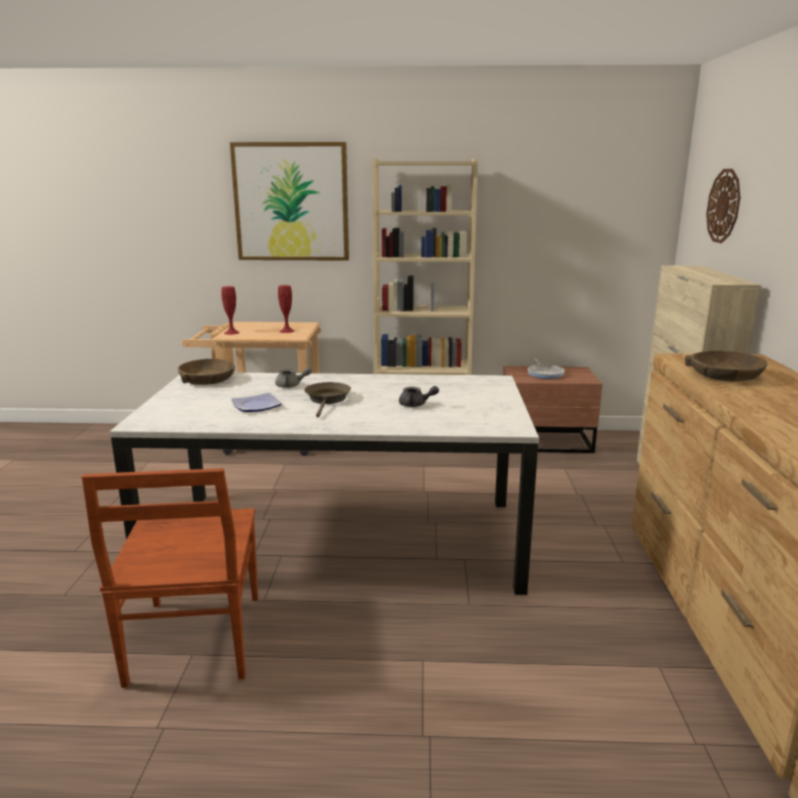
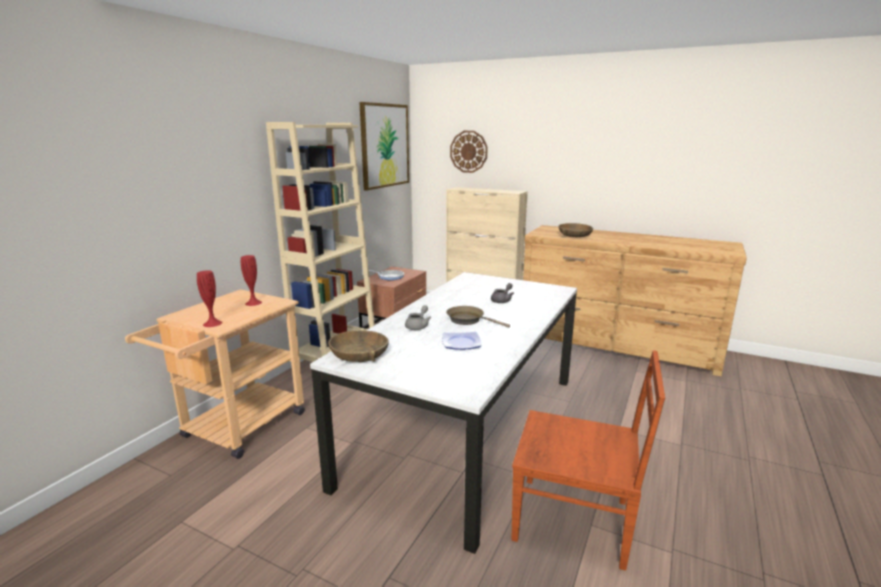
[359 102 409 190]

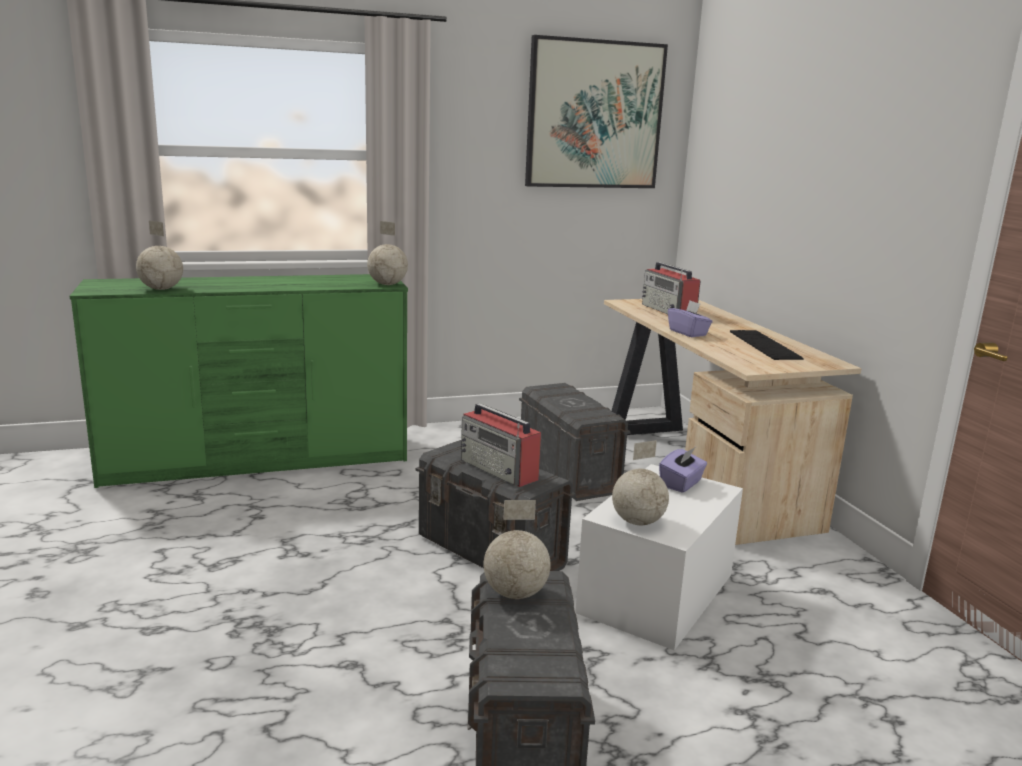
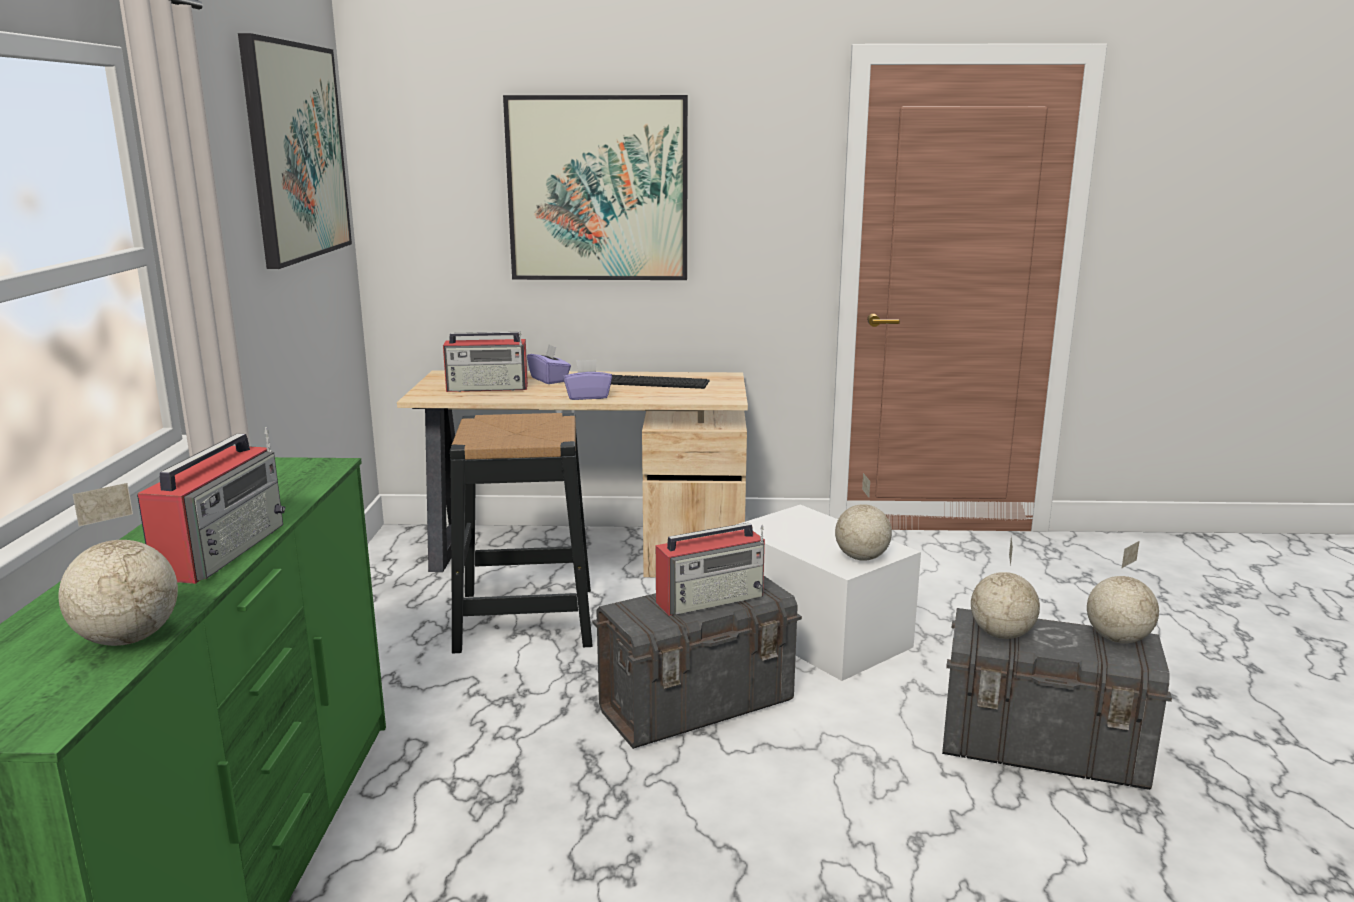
[137 427 286 584]
[503 95 688 280]
[1087 541 1159 643]
[527 345 571 384]
[450 413 592 653]

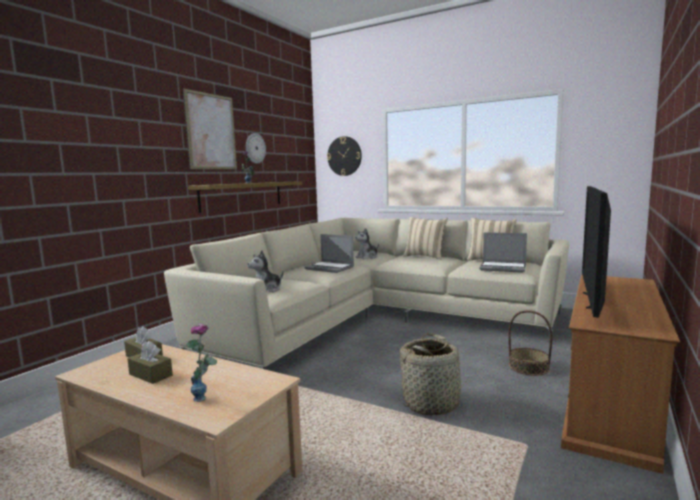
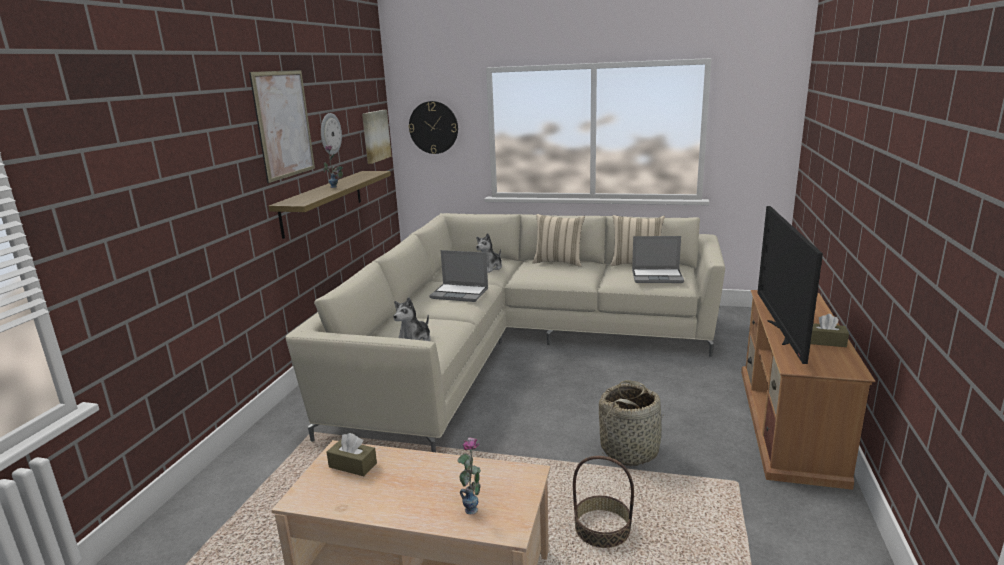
[362 110 392 164]
[810 314 849 347]
[573 456 634 548]

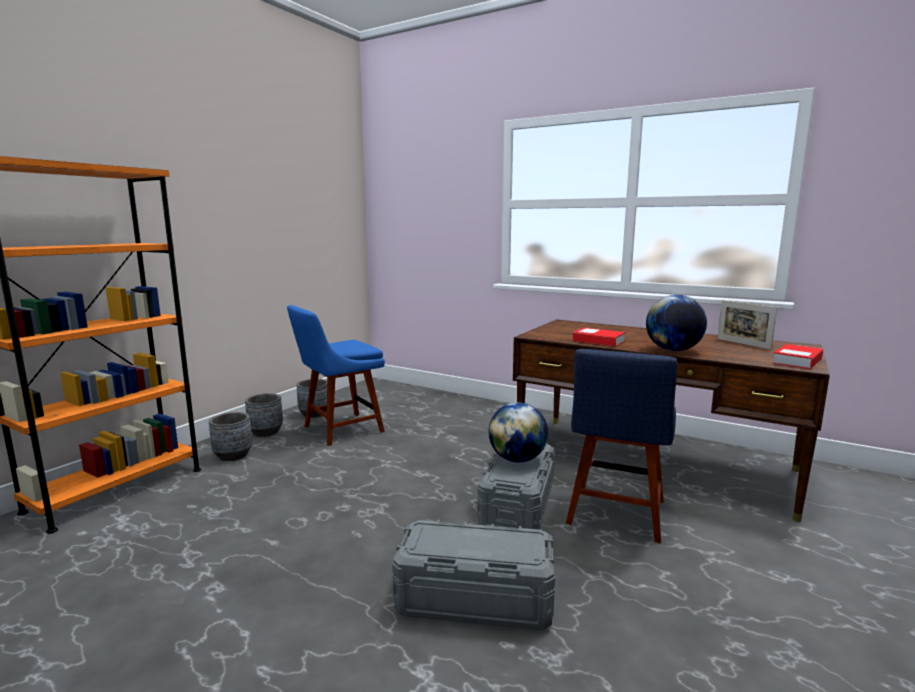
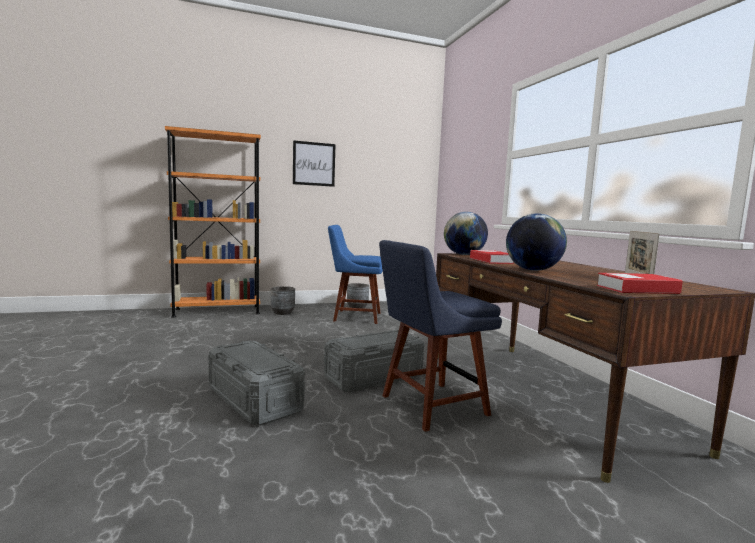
[245 393 283 437] (first image)
[293 140 335 187]
[444 212 488 255]

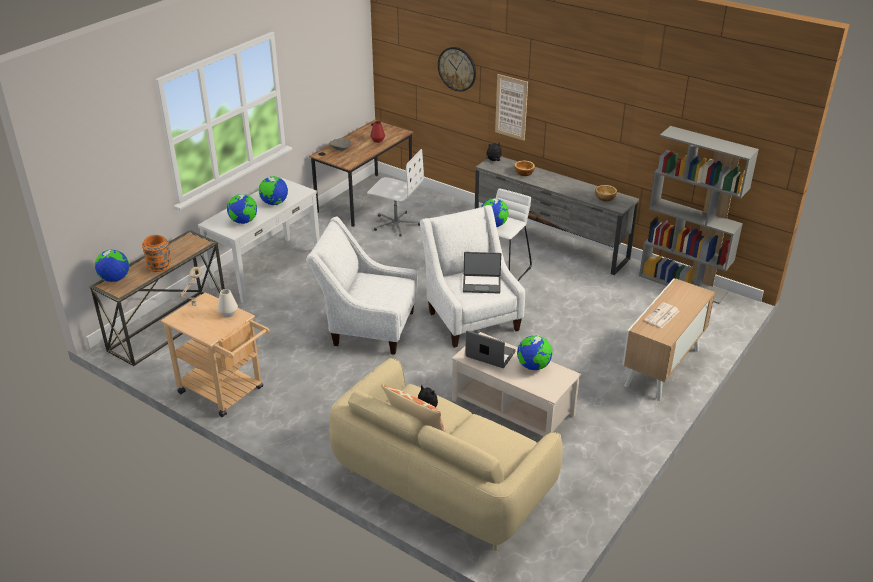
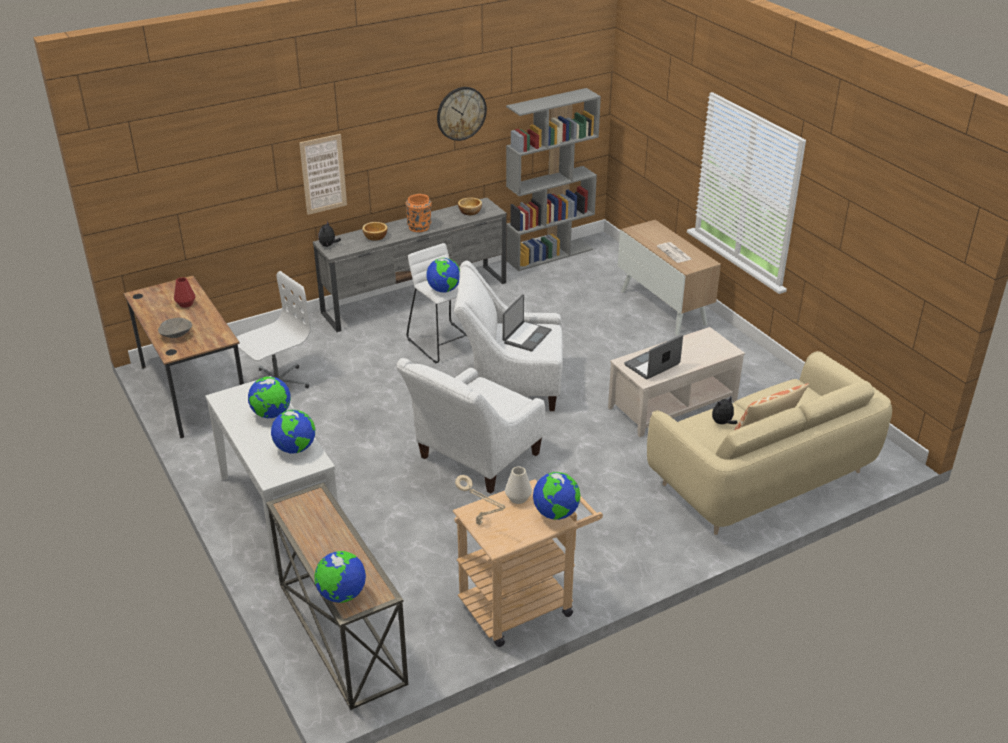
[405 194 432 232]
[437 87 487 141]
[533 472 580 520]

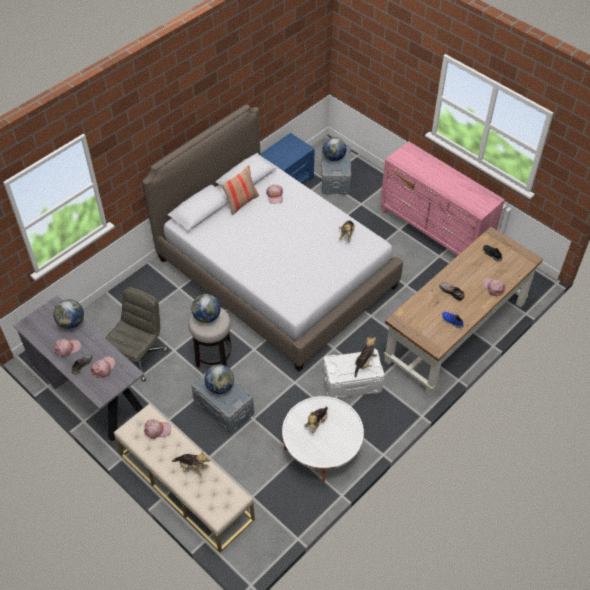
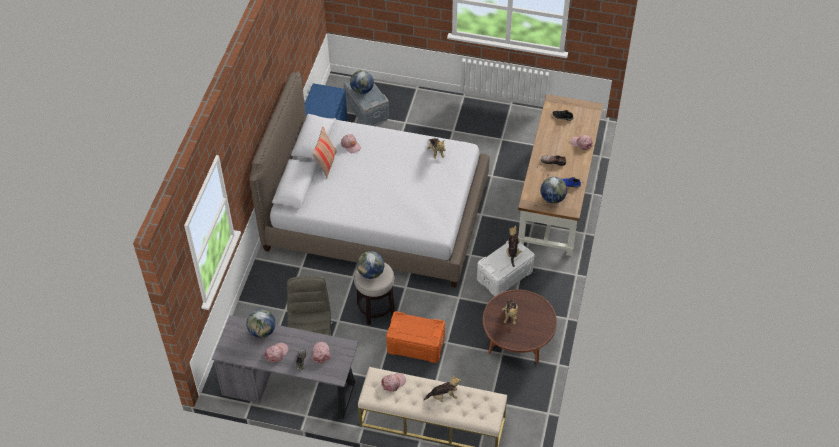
[380 141 505 255] (first image)
[540 177 567 204]
[386 311 445 363]
[483 290 557 363]

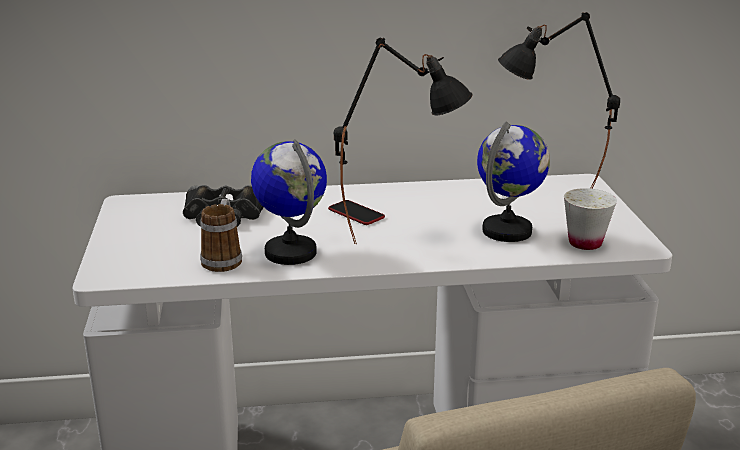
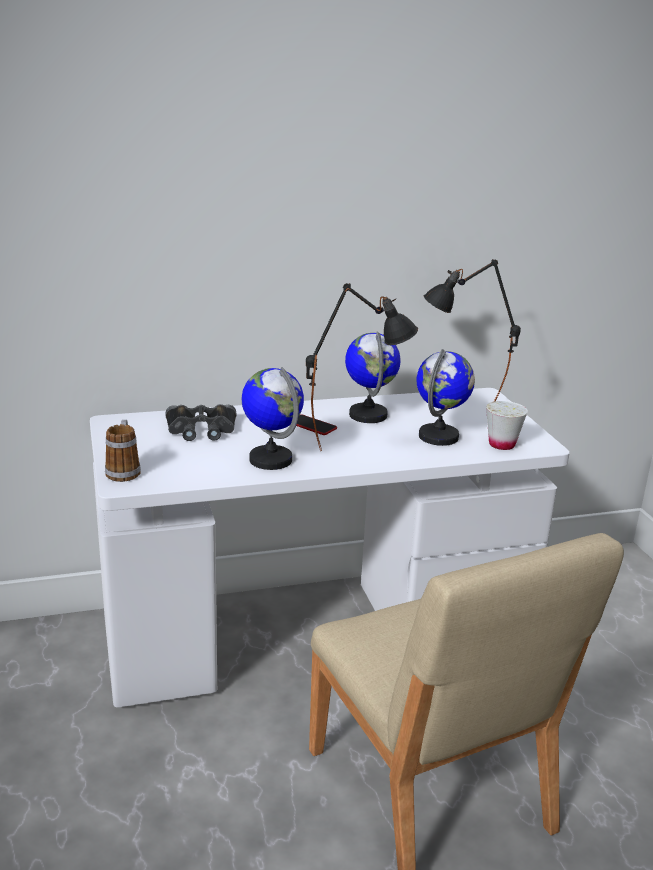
[345 331 401 423]
[105 420 141 482]

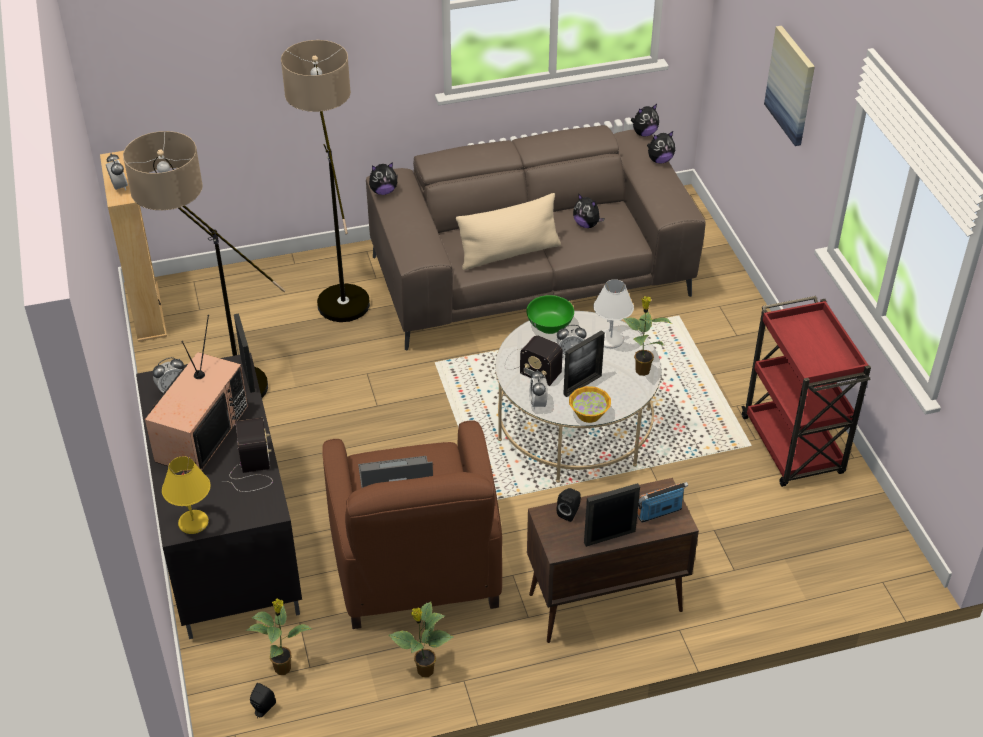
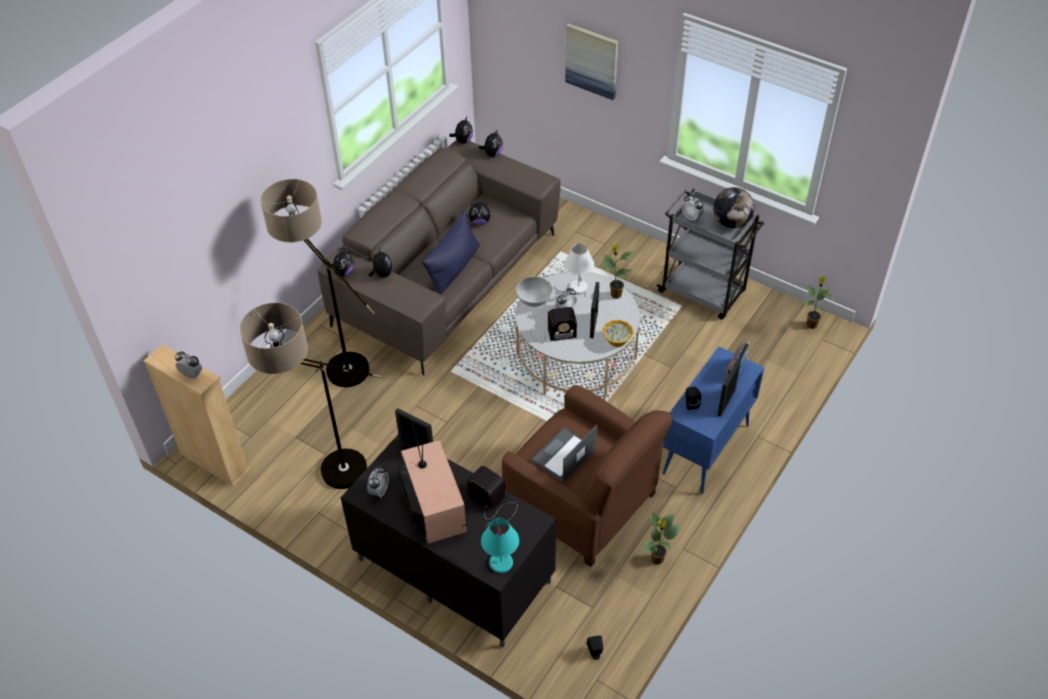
[369 247 393 277]
[713 187 754 228]
[806 276 834 329]
[682 194 704 222]
[481 518 519 573]
[422 211 480 295]
[516 277 552 307]
[663 346 764 494]
[656 188 764 319]

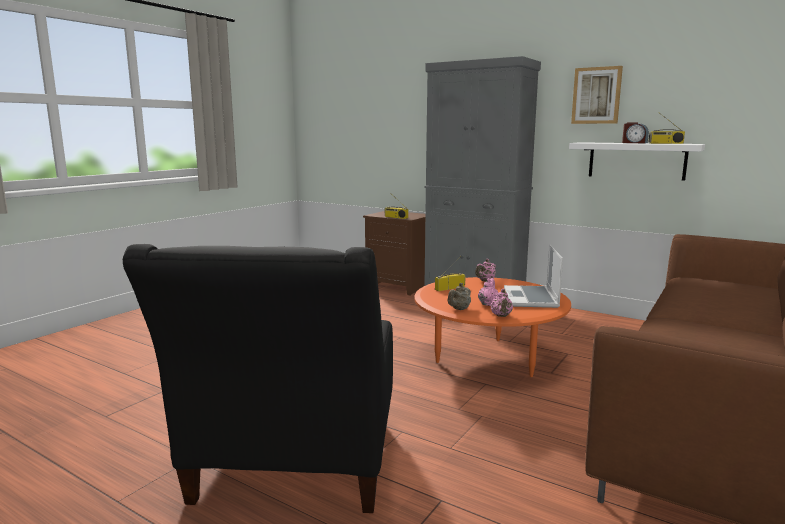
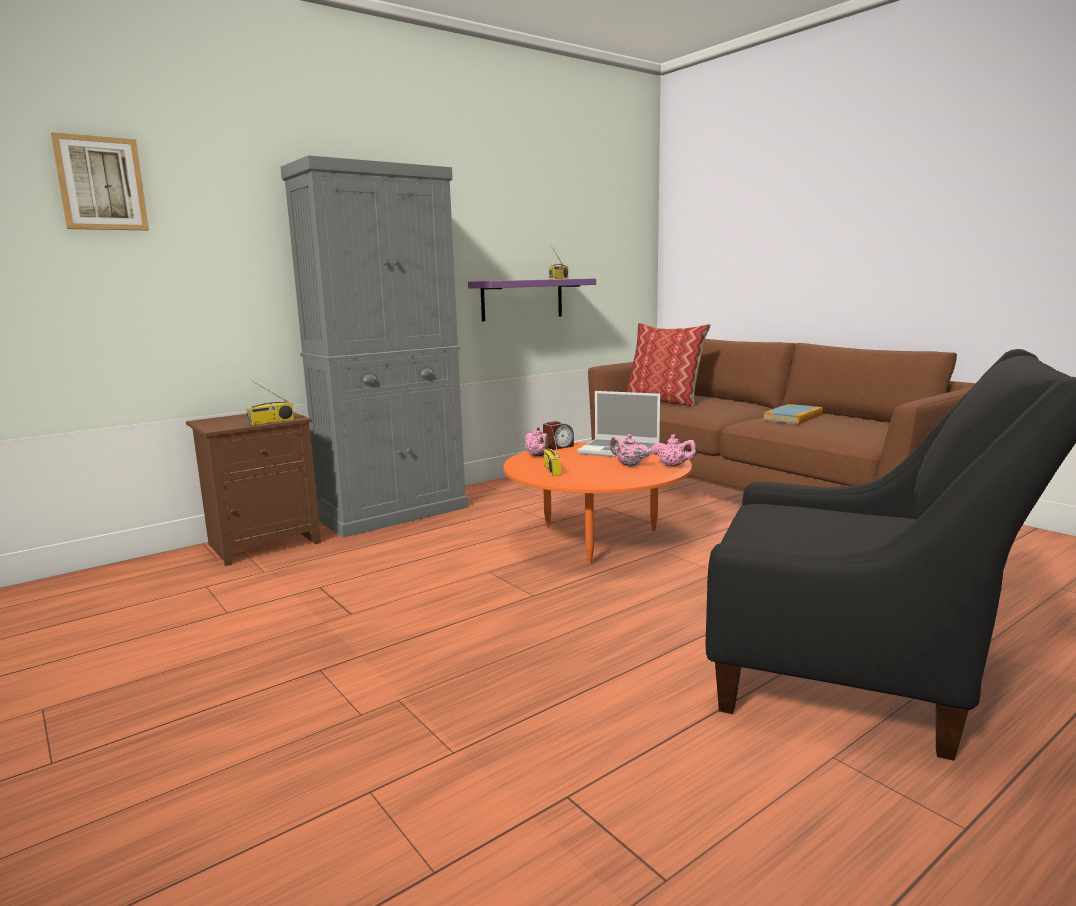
[448 283 471 310] (first image)
[626 323 711 407]
[763 404 823 424]
[51 132 149 230]
[543 421 574 450]
[468 278 596 321]

